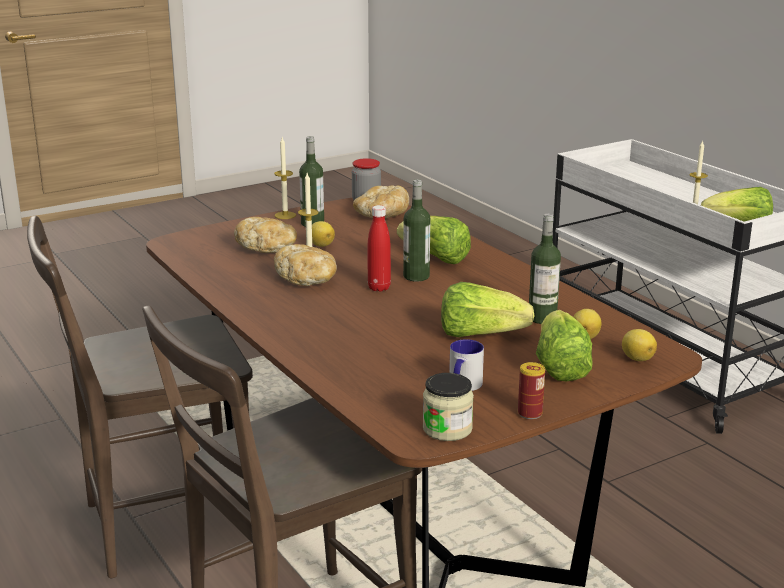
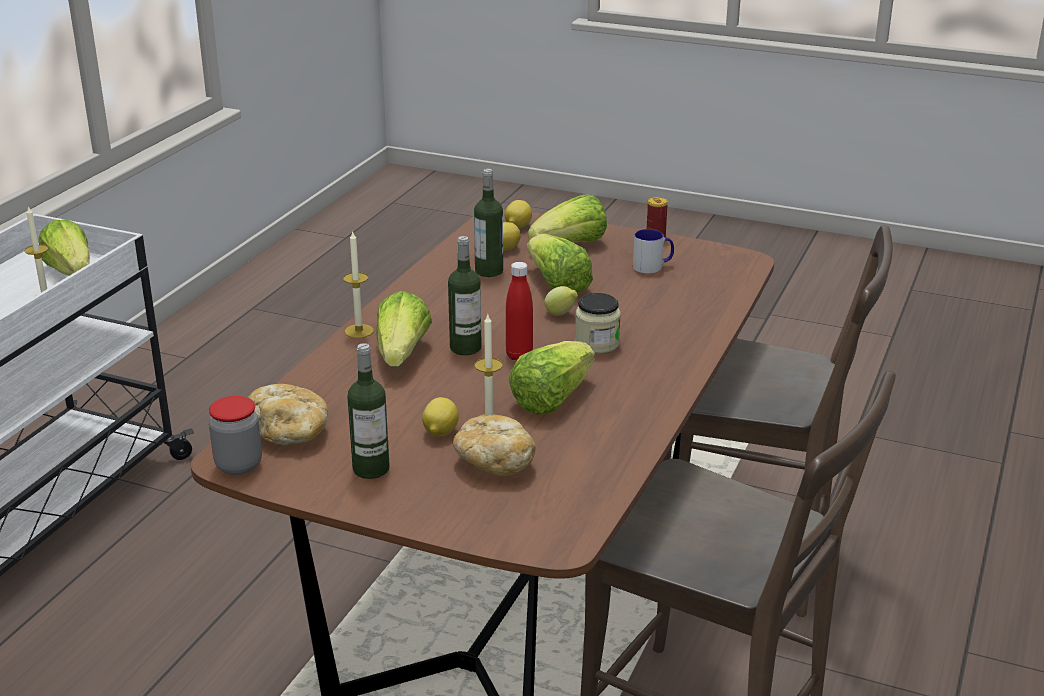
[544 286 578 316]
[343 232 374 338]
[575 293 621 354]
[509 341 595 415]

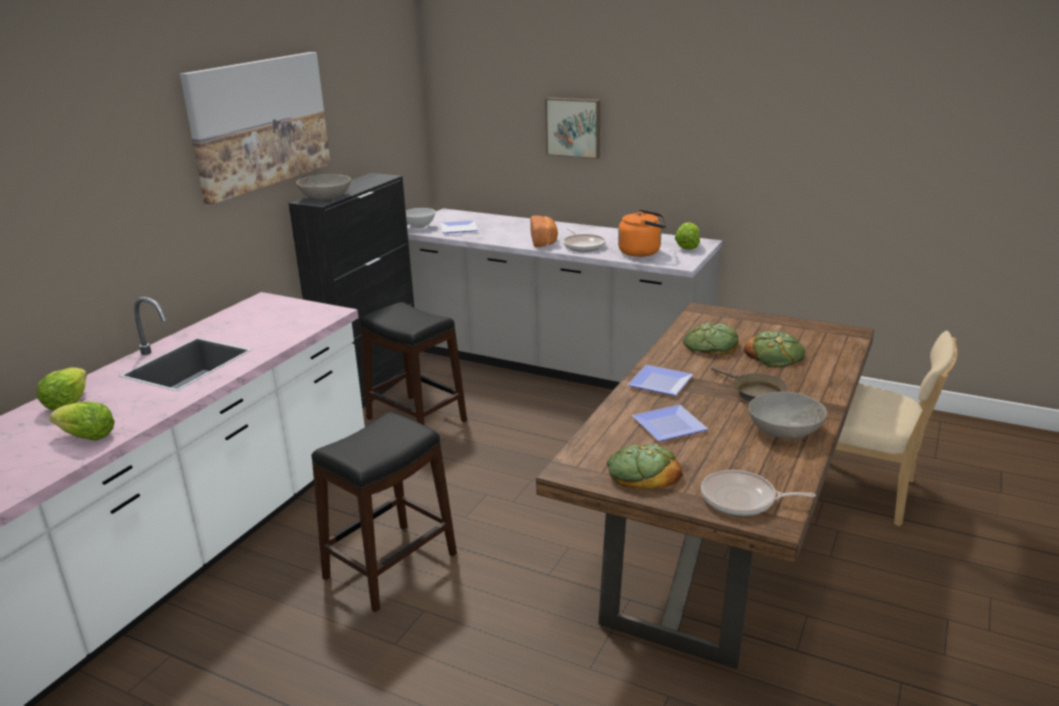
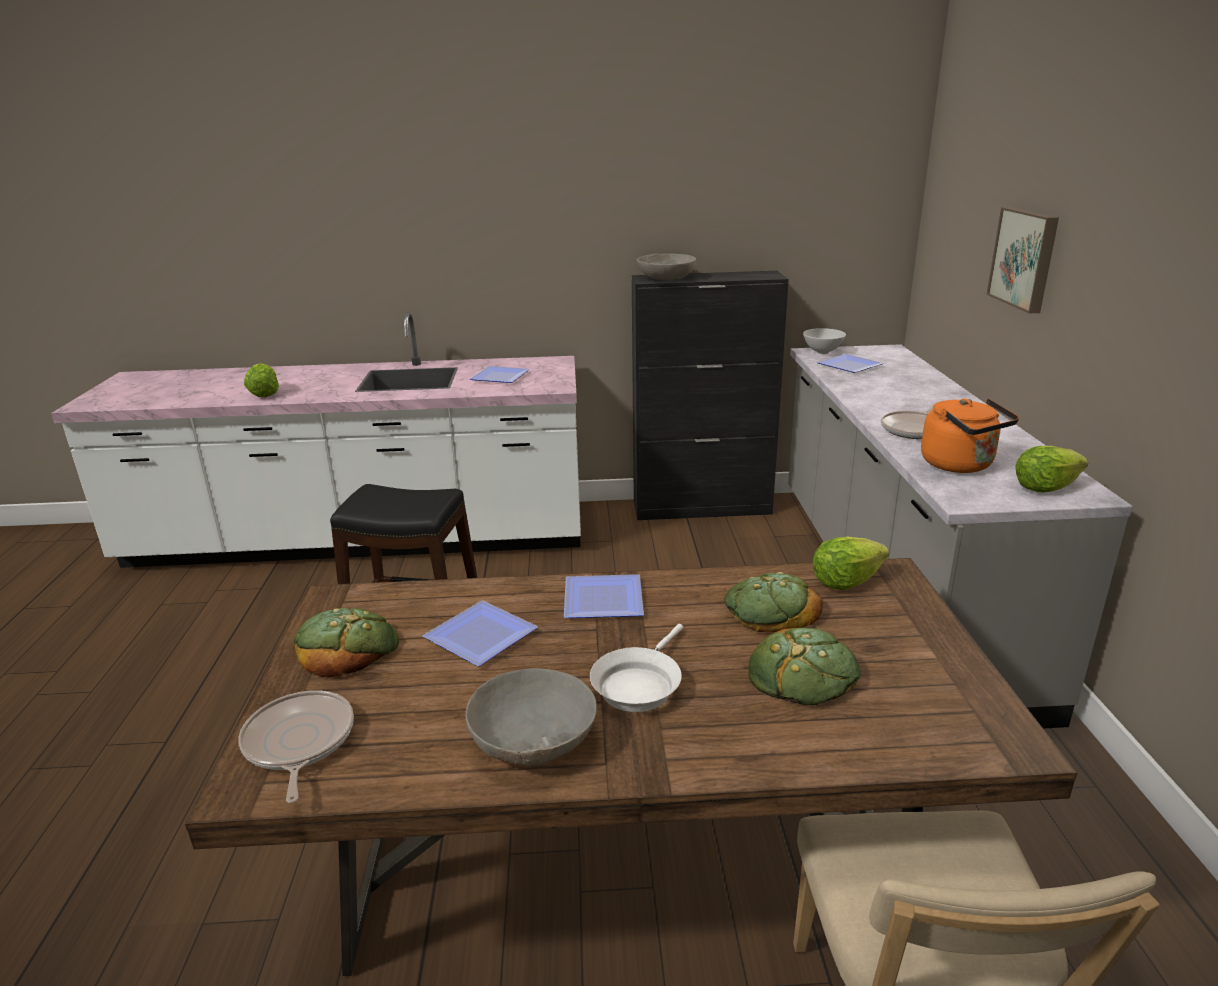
[180 52 331 205] (first image)
[361 302 467 425] (first image)
[530 216 558 247] (first image)
[470 366 530 383]
[813 537 889 590]
[590 624 683 712]

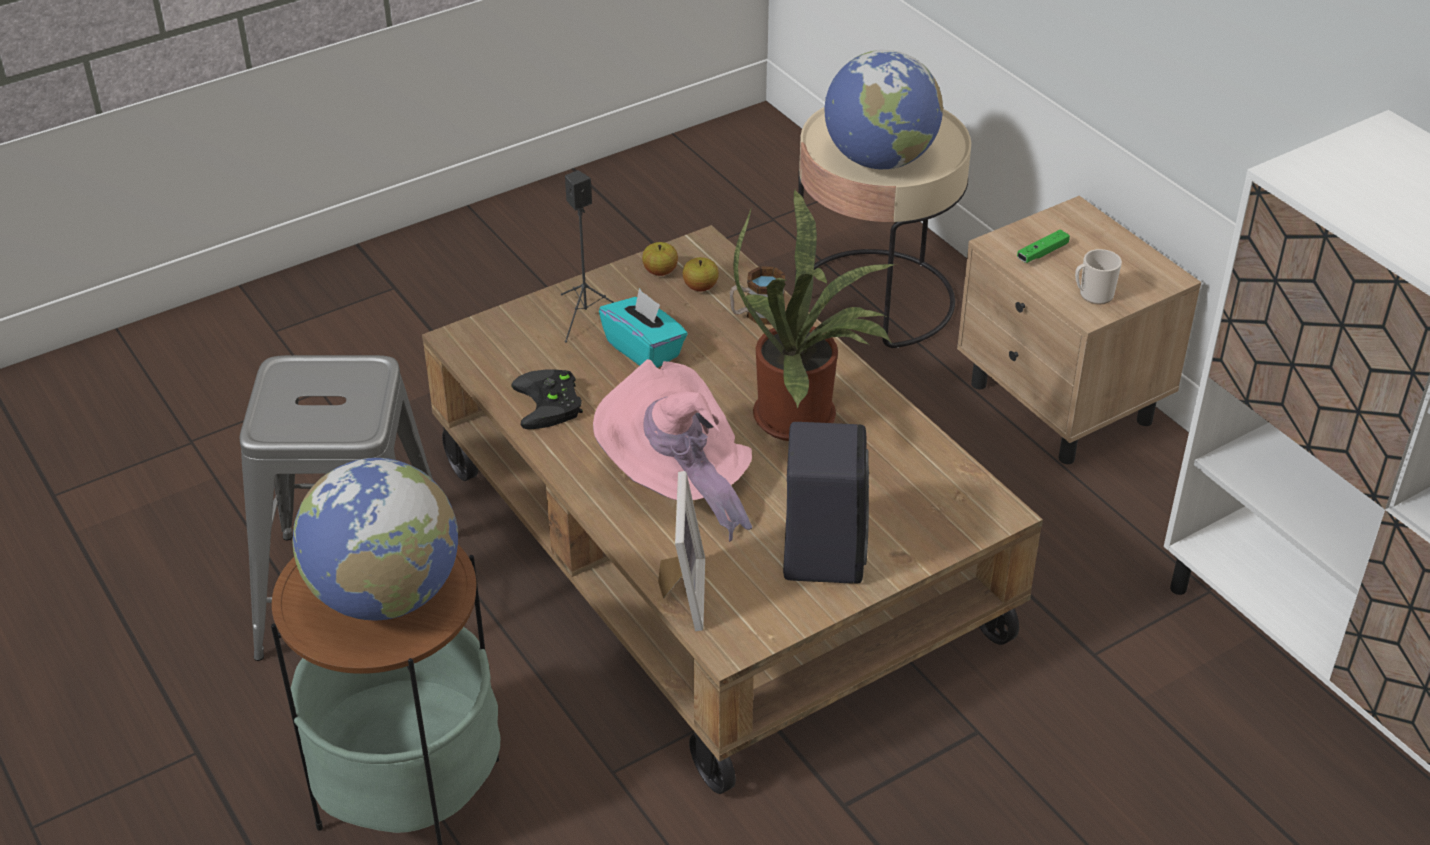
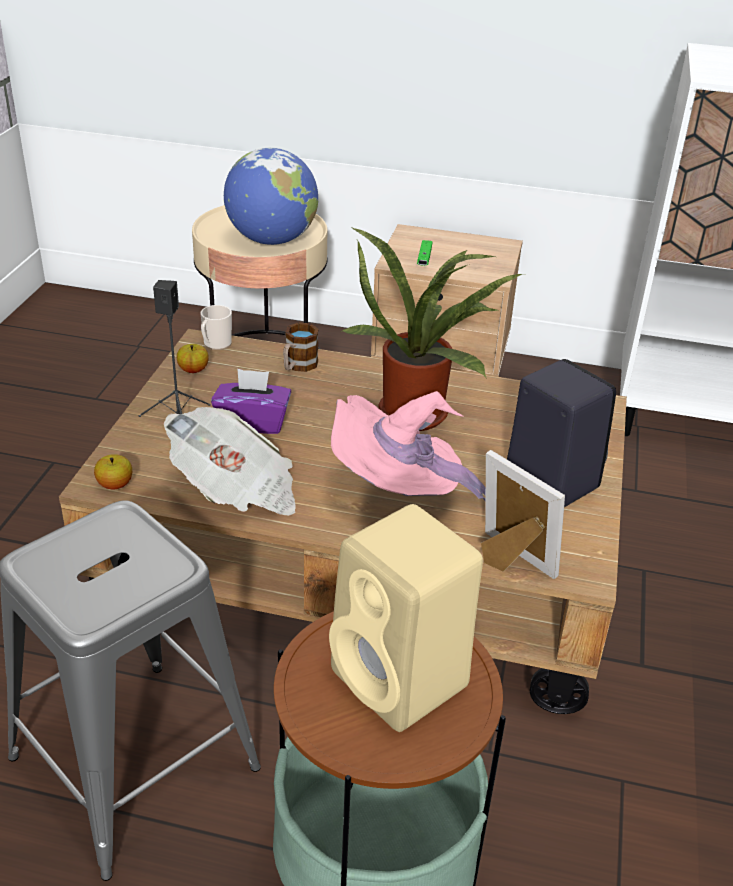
[94 454 132 490]
[201 305 232 350]
[329 504 483 732]
[164 407 296 516]
[211 369 291 434]

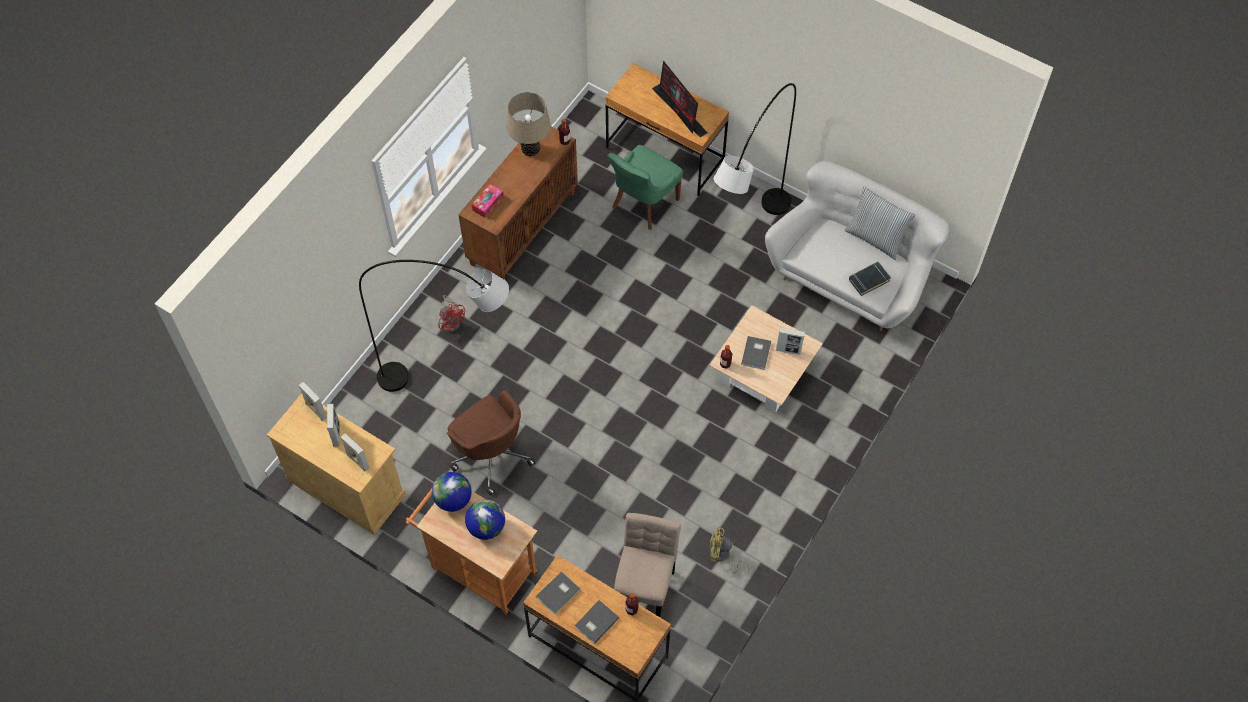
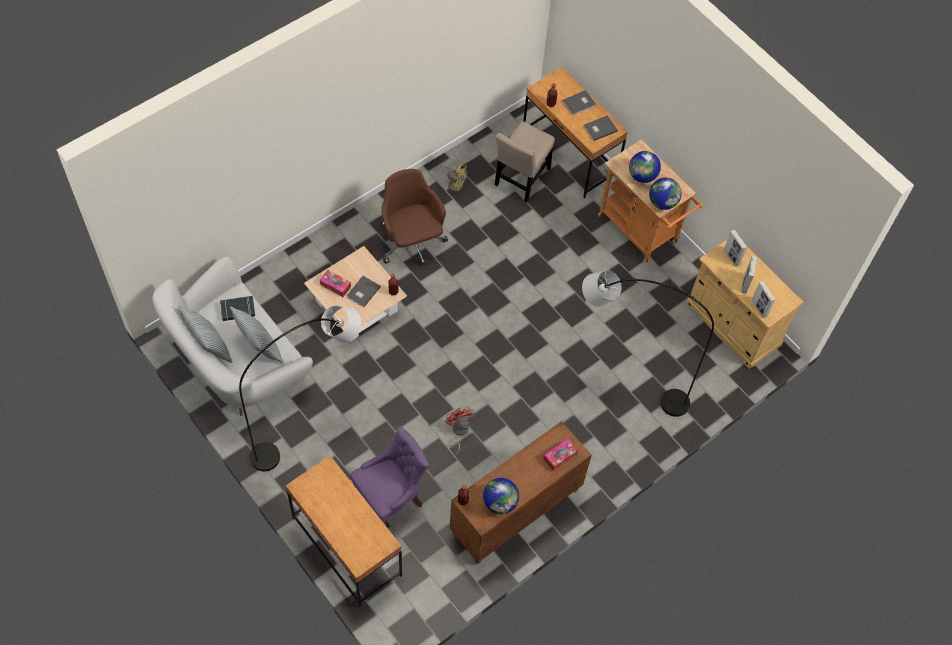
[652 61 708 137] (first image)
[230 306 284 363]
[445 407 474 455]
[380 169 448 266]
[483 478 519 514]
[320 270 351 297]
[350 426 429 525]

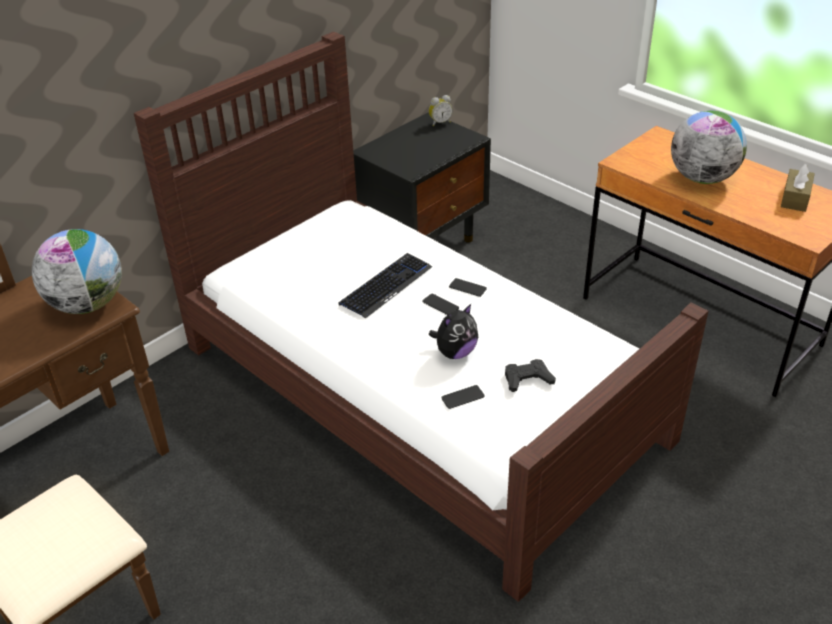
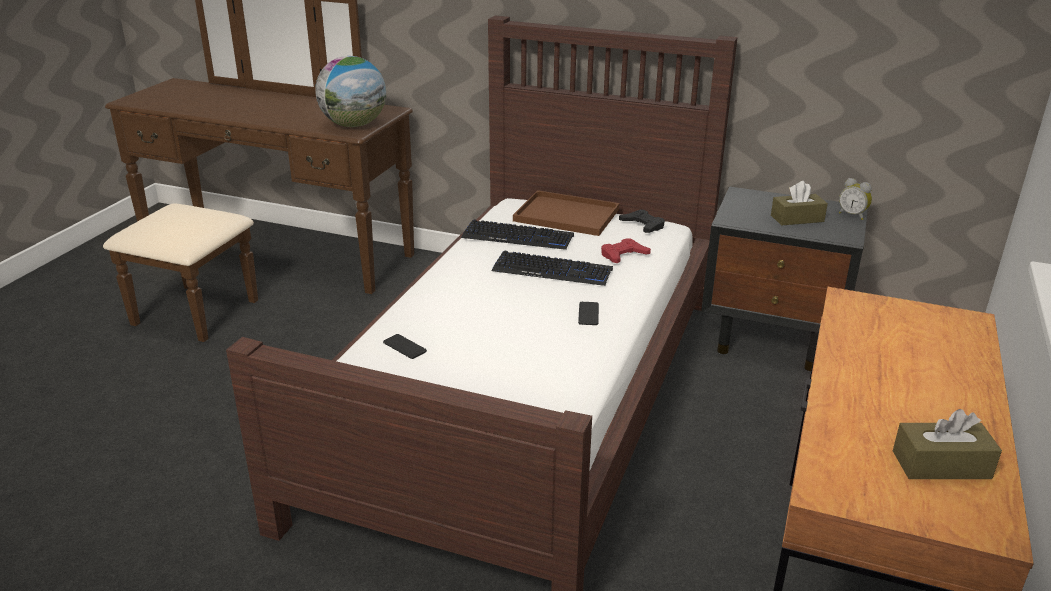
[423 294 459 315] (first image)
[429 304 478 359] (first image)
[671 111 747 184] (first image)
[461 219 574 250]
[513 190 620 236]
[601 238 651 263]
[771 181 828 226]
[619 209 665 233]

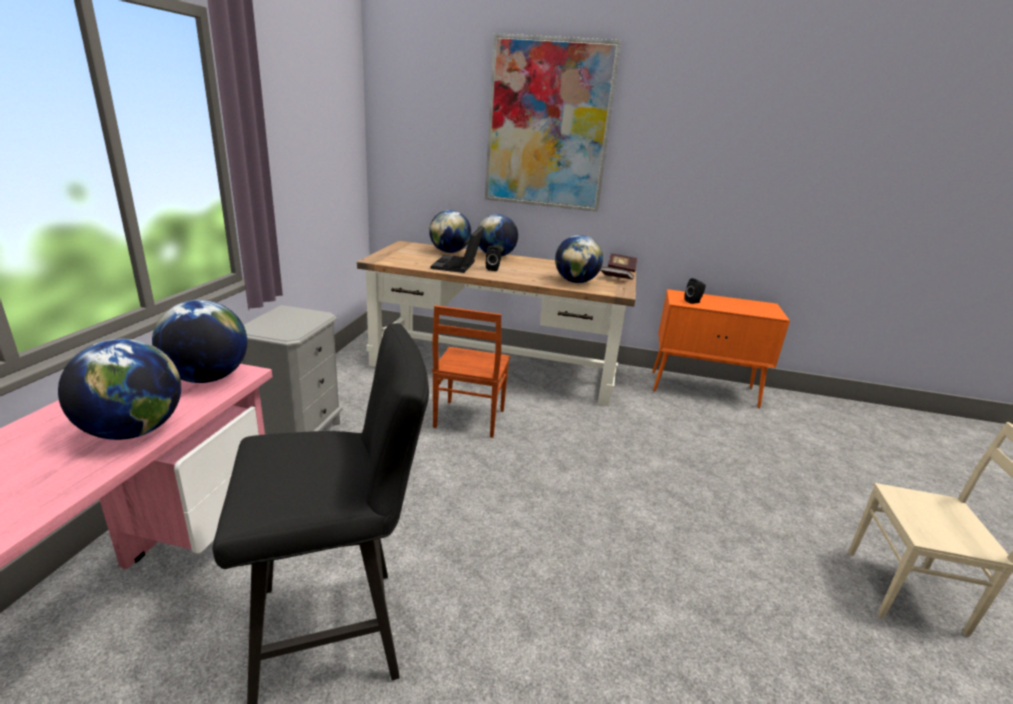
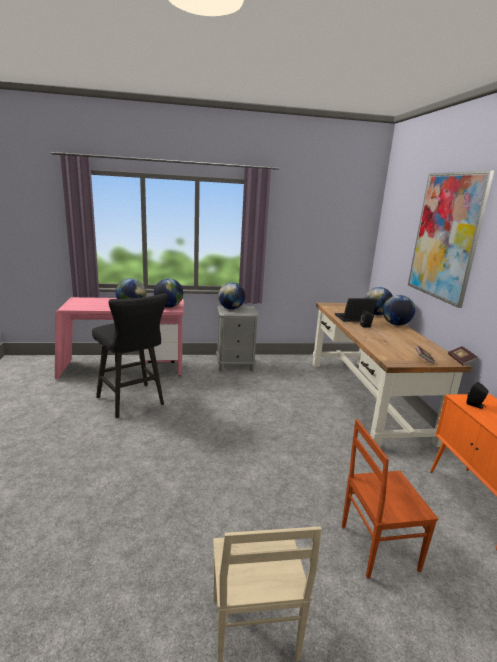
[342 419 438 579]
[218 282 245 310]

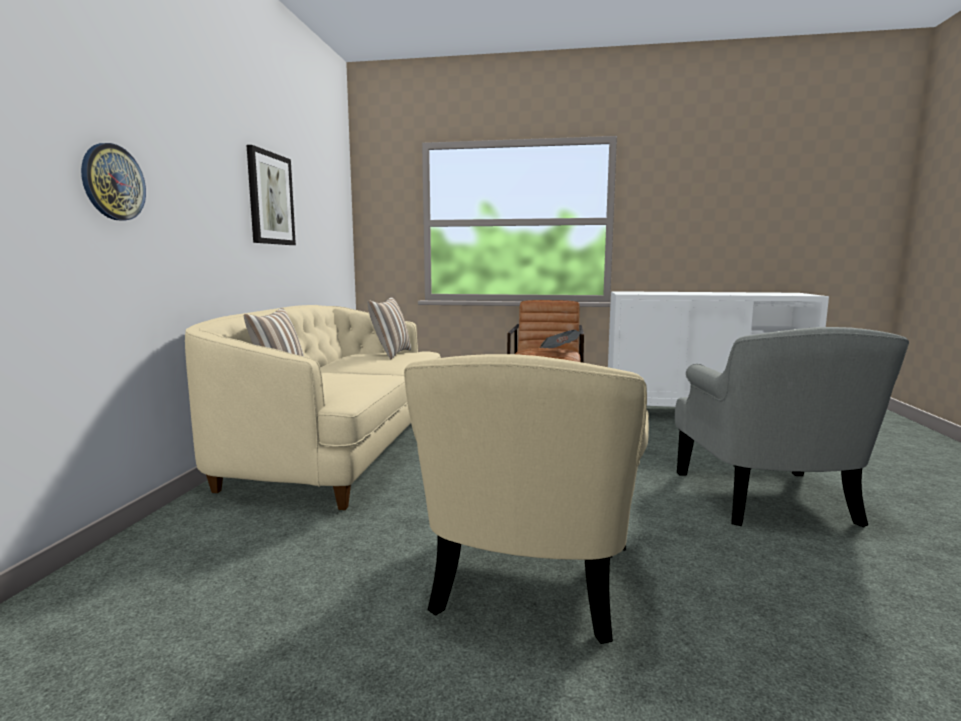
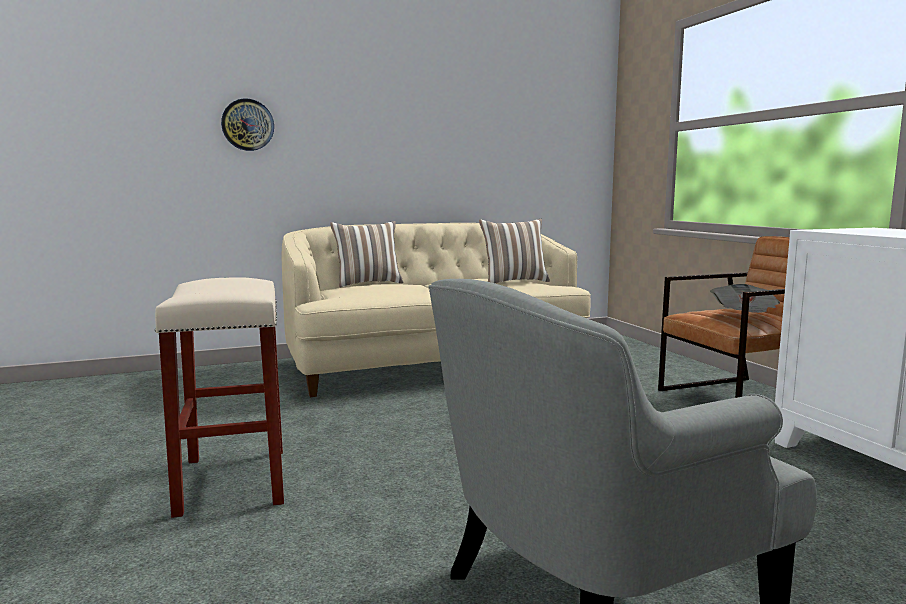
[246 145 296 245] (first image)
[155 277 284 518]

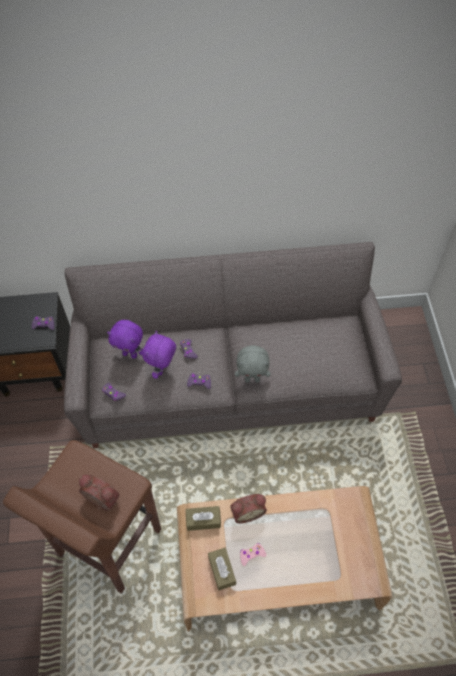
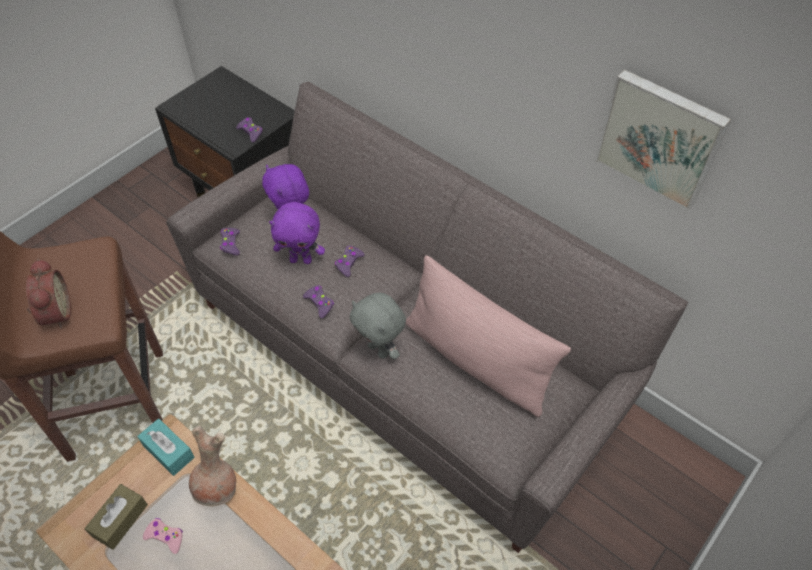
[406 255 571 417]
[595 70 731 210]
[189 426 236 507]
[137 419 194 476]
[269 202 325 264]

